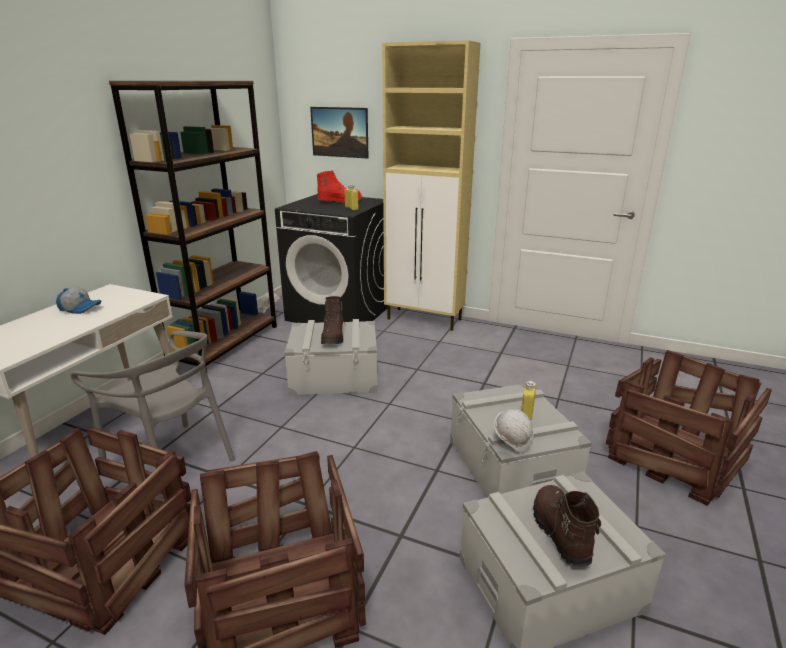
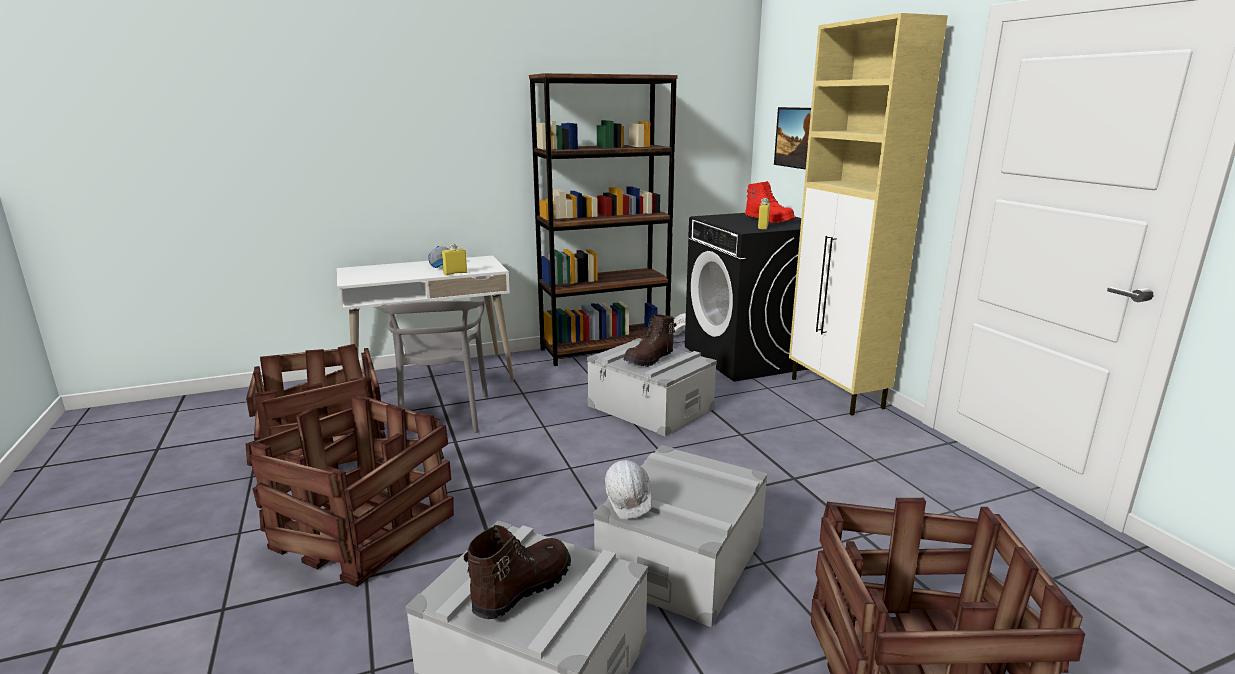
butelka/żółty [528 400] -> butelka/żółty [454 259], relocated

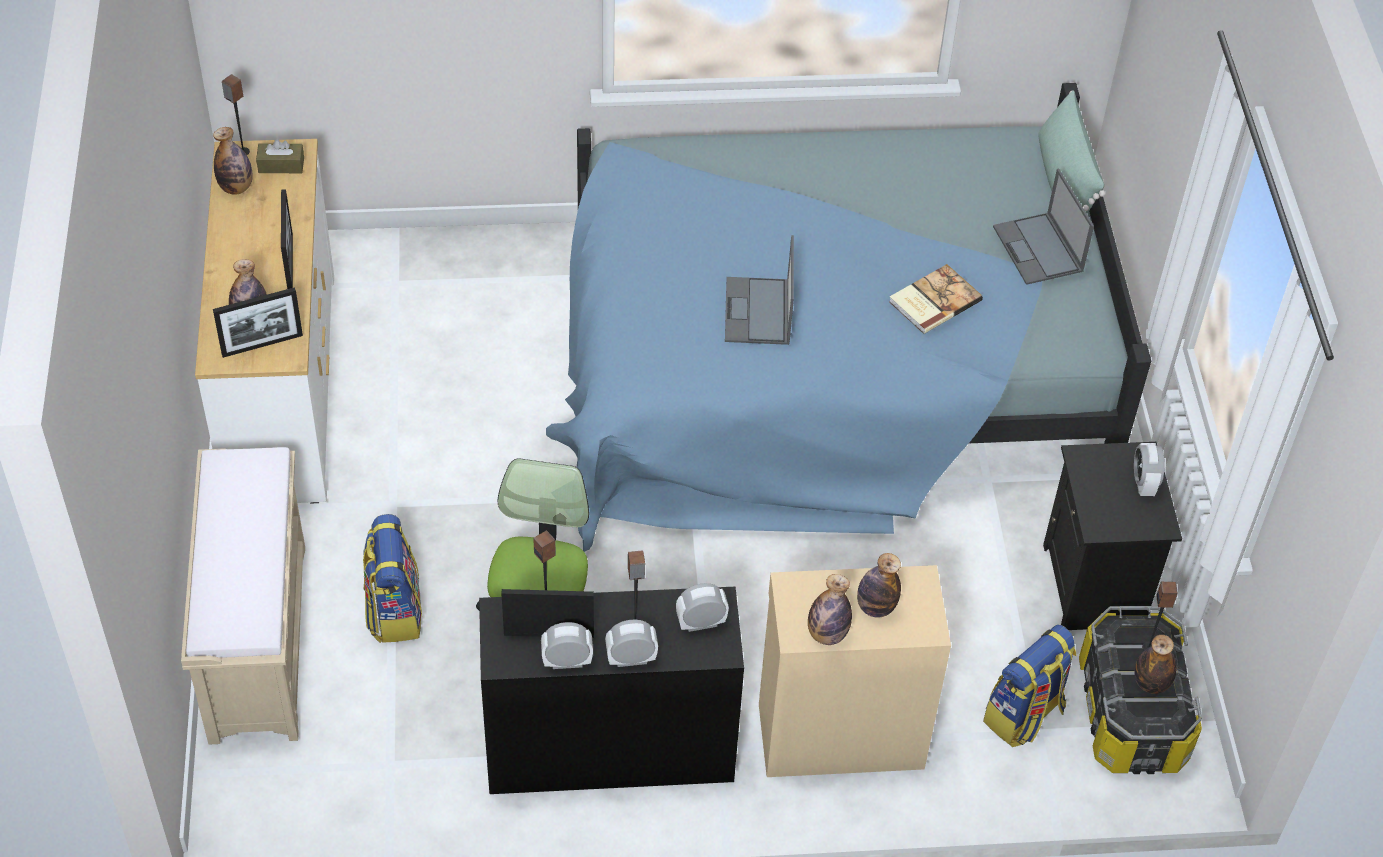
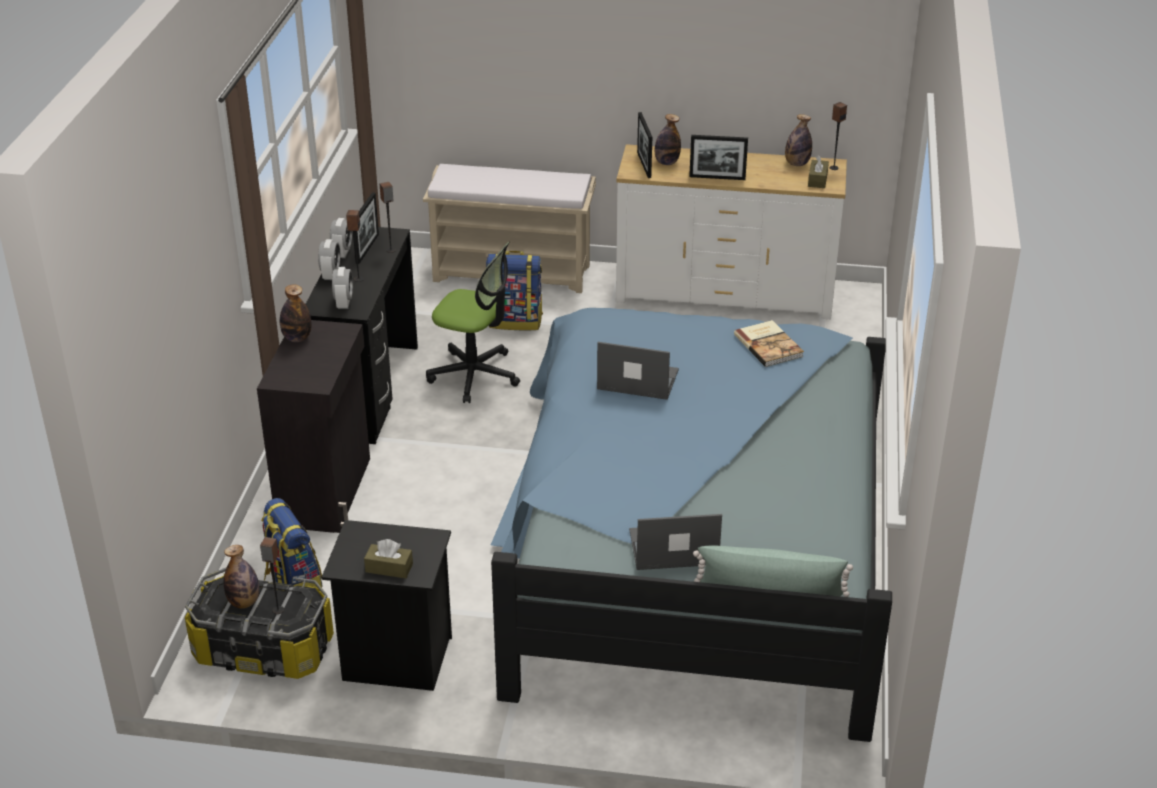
szafka/beżowy [855 671] -> szafka/czarny [313 426]
budzik [1149 469] -> pudełko chusteczek/brązowy [388 558]
książka [936 299] -> książka [769 343], relocated
butelka [879 585] -> none

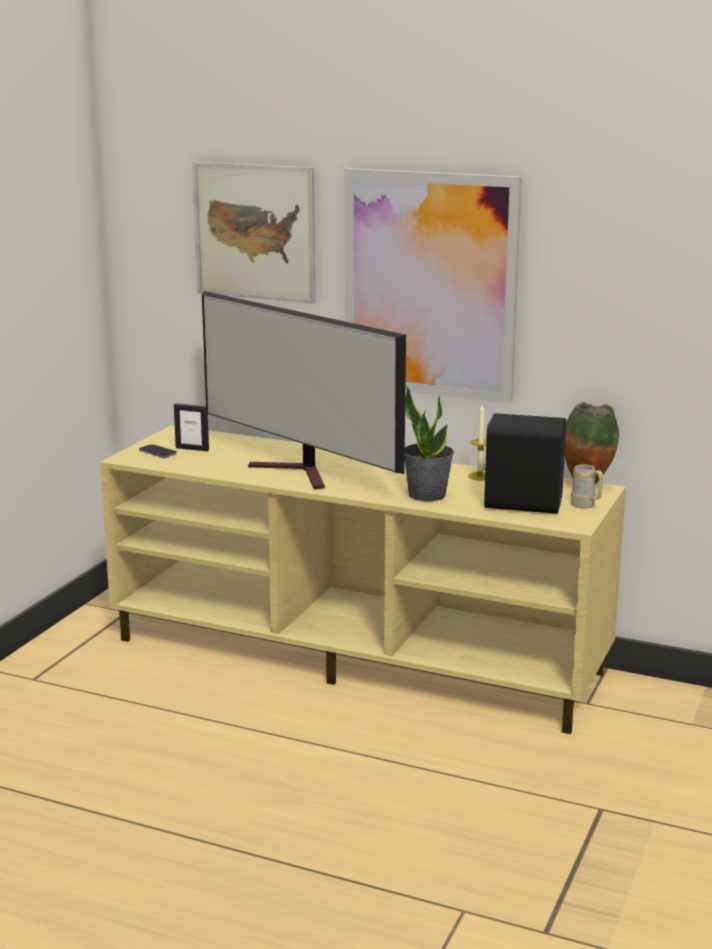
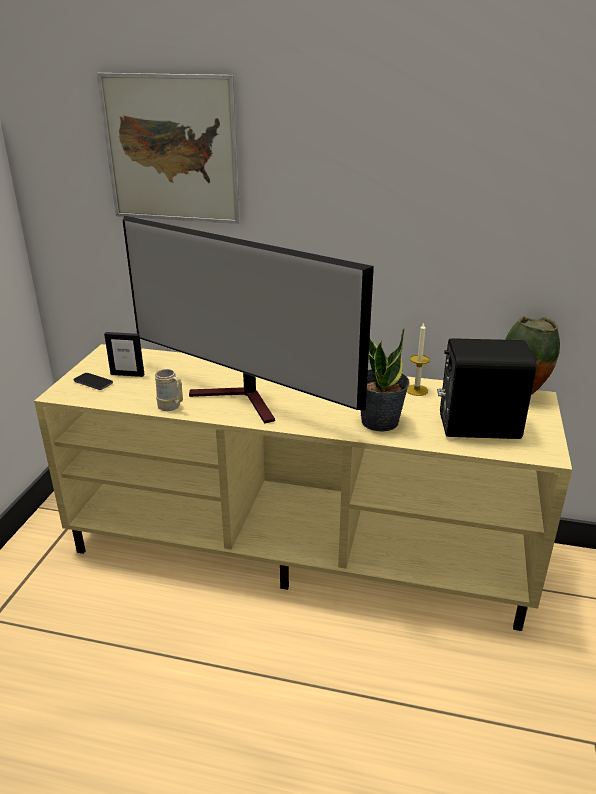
kubek/beżowy [587 486] -> kubek/beżowy [169 390], relocated
obraz [433 285] -> none

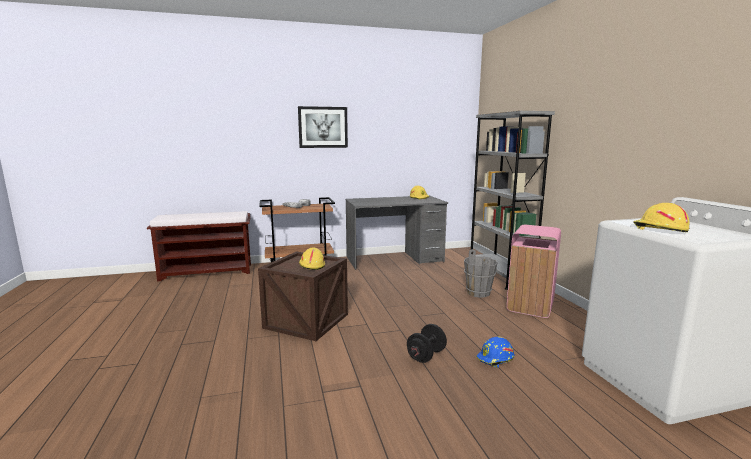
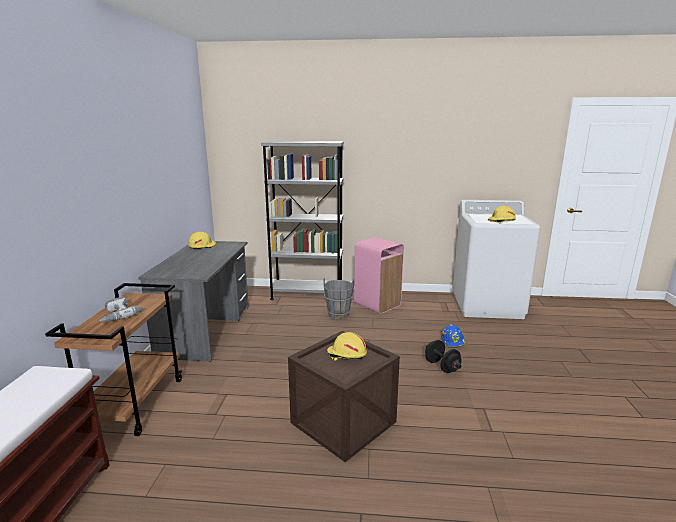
obraz [323 127] -> none

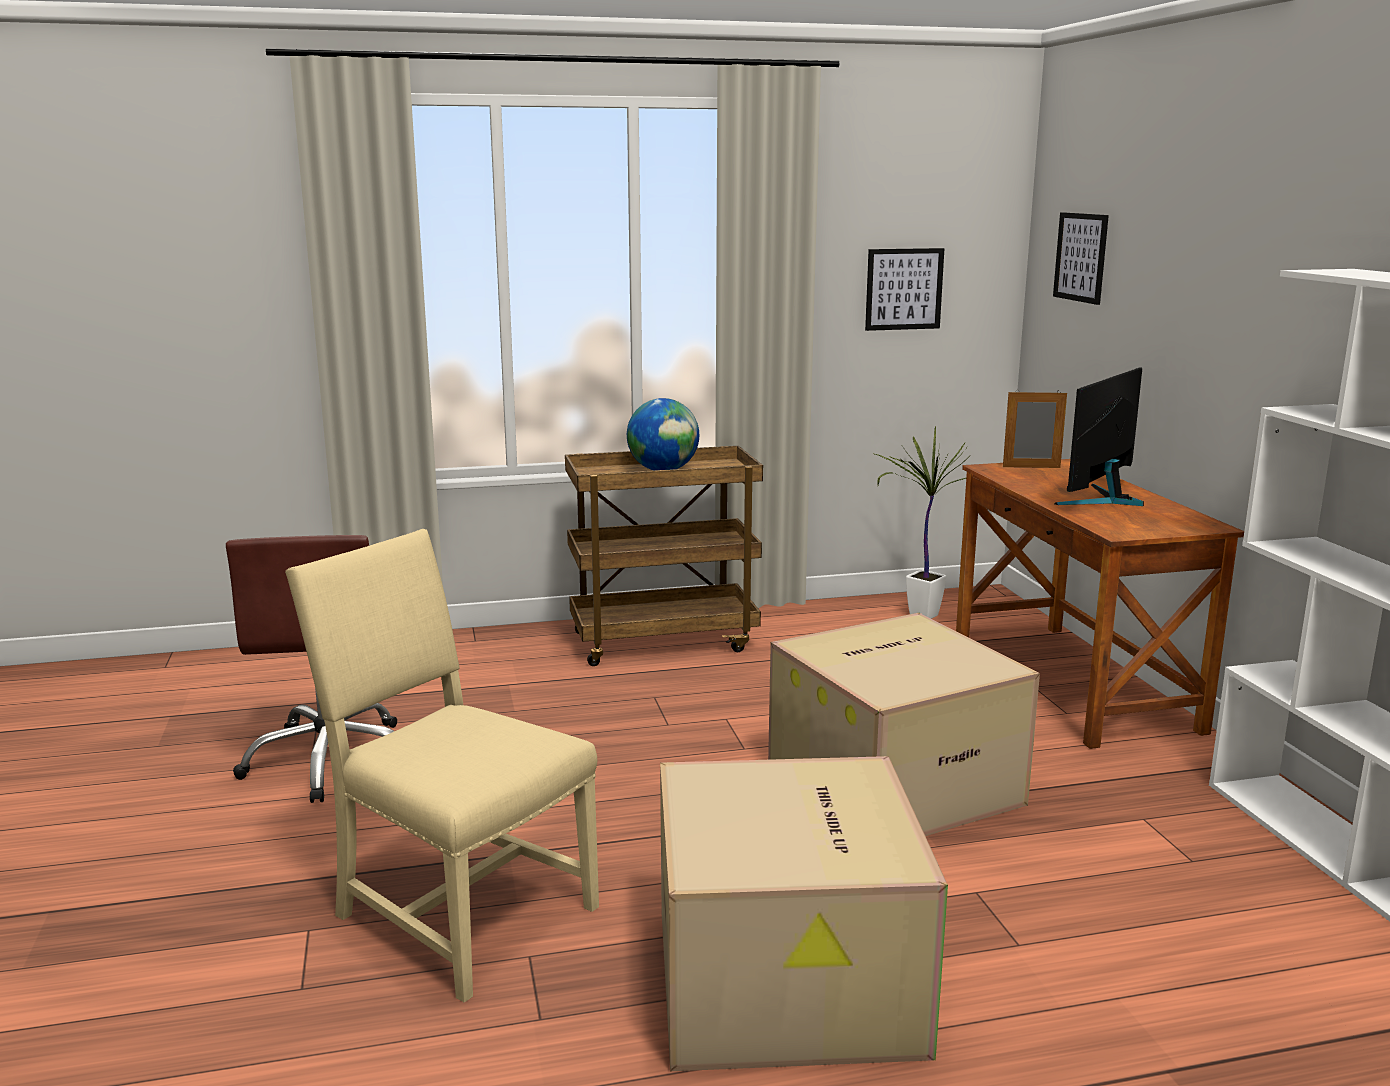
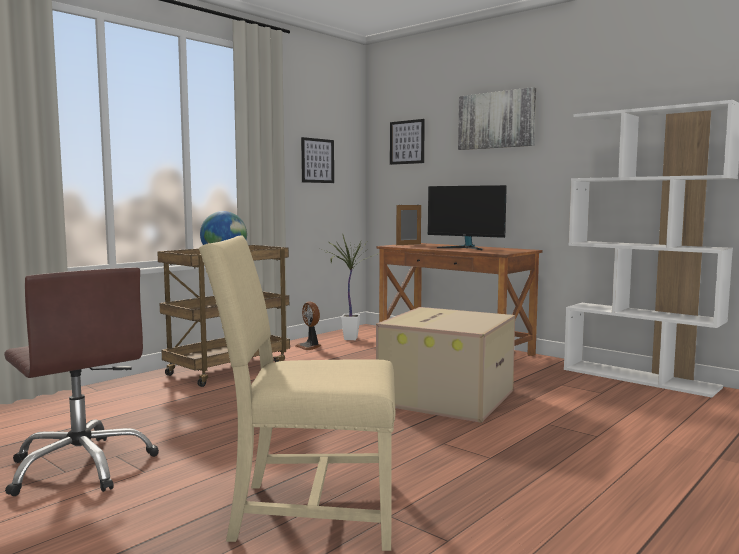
none -> wentylator [308 325]
monitor [1099 436] -> monitor [467 217], 60 degrees counterclockwise
none -> obraz [497 118]
karton [804 913] -> none

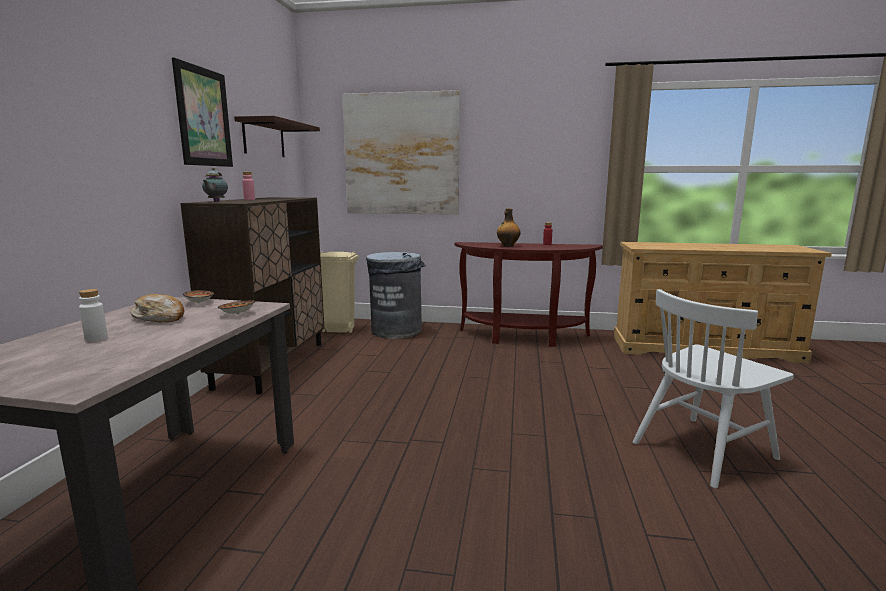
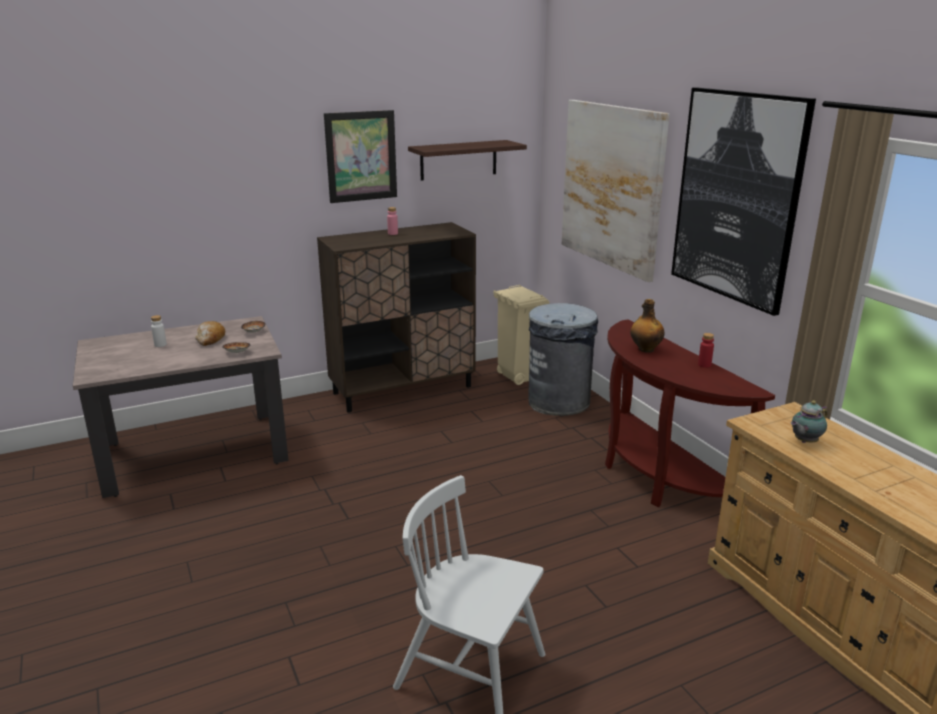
none -> obraz [743 201]
imbryk [215 185] -> imbryk [809 421], relocated

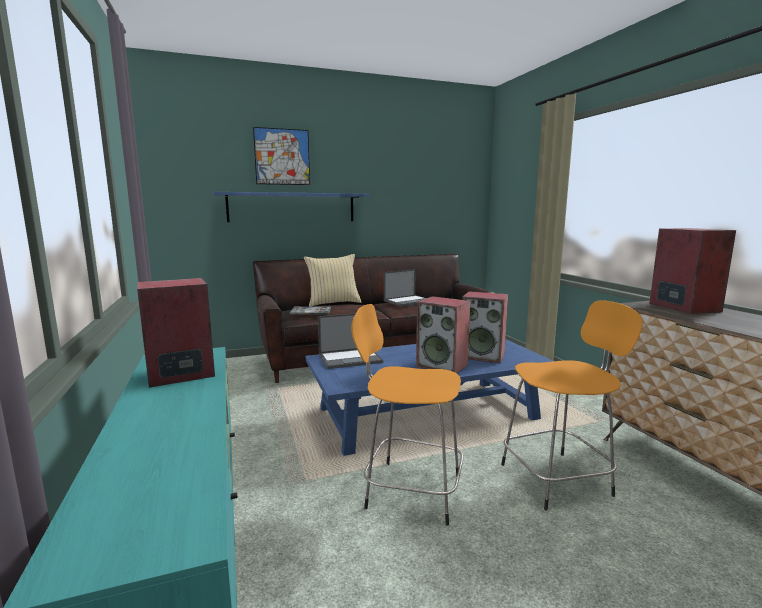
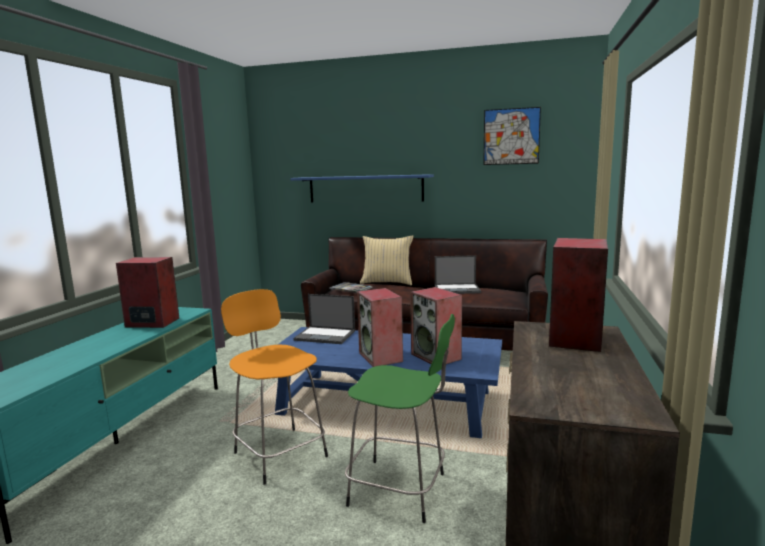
stołek/pomarańczowy [572 405] -> stołek/zielony [400 418]
obraz [281 156] -> obraz [512 136], relocated

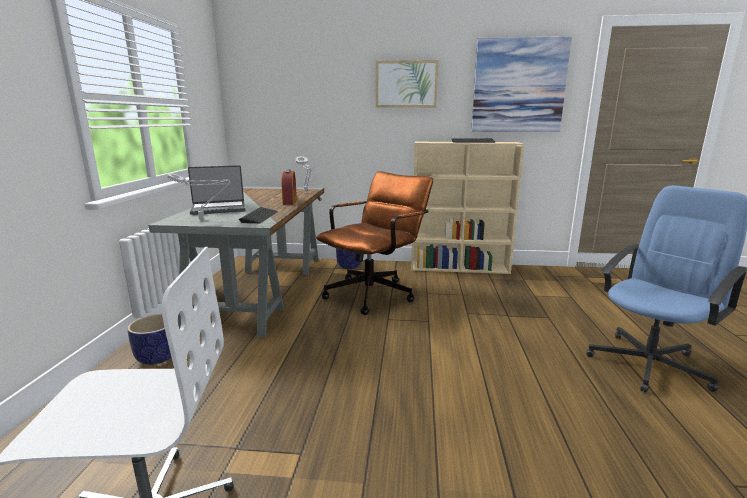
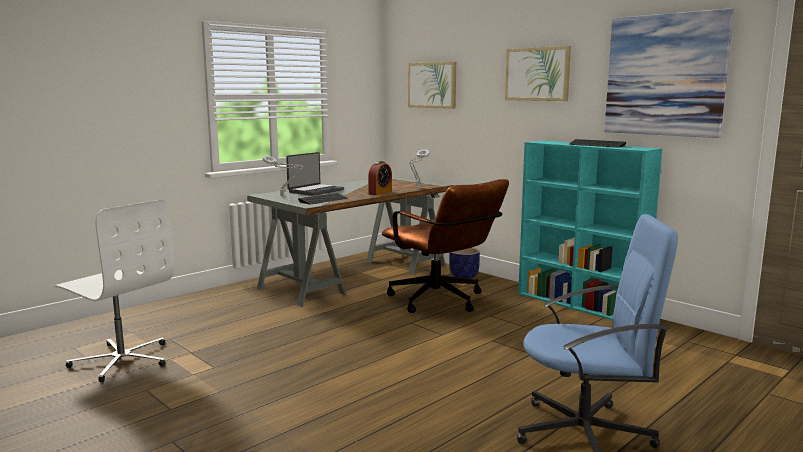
laptop [217 190] -> laptop [315 174], 75 degrees counterclockwise
krzesło biurowe/brązowy [374 243] -> krzesło biurowe/brązowy [445 246], 60 degrees clockwise
none -> obraz [432 85]
regał/beżowy [467 208] -> regał/turkusowy [590 230]
donica [149 339] -> none

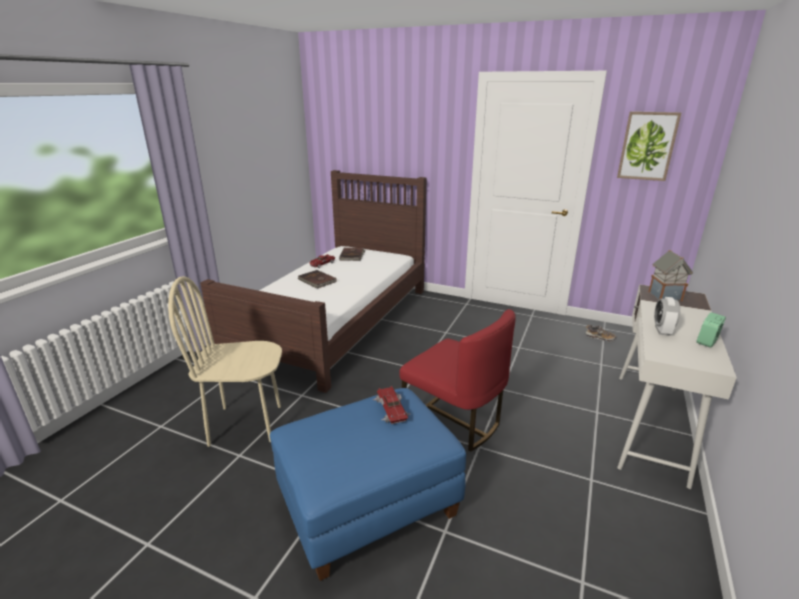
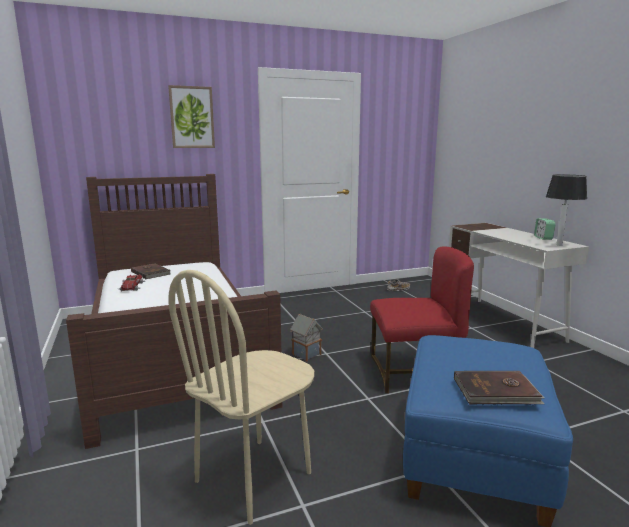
obraz [649 146] -> obraz [191 116], relocated
domek [671 275] -> domek [306 337], relocated
książka/brązowy [317 279] -> książka/brązowy [499 387], relocated
none -> lampa stołowa [566 210]
samochodzik [391 405] -> none
budzik [667 316] -> none

